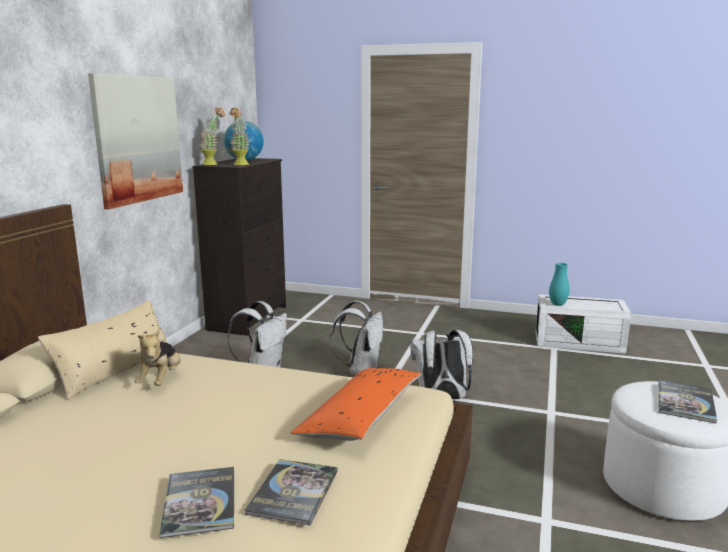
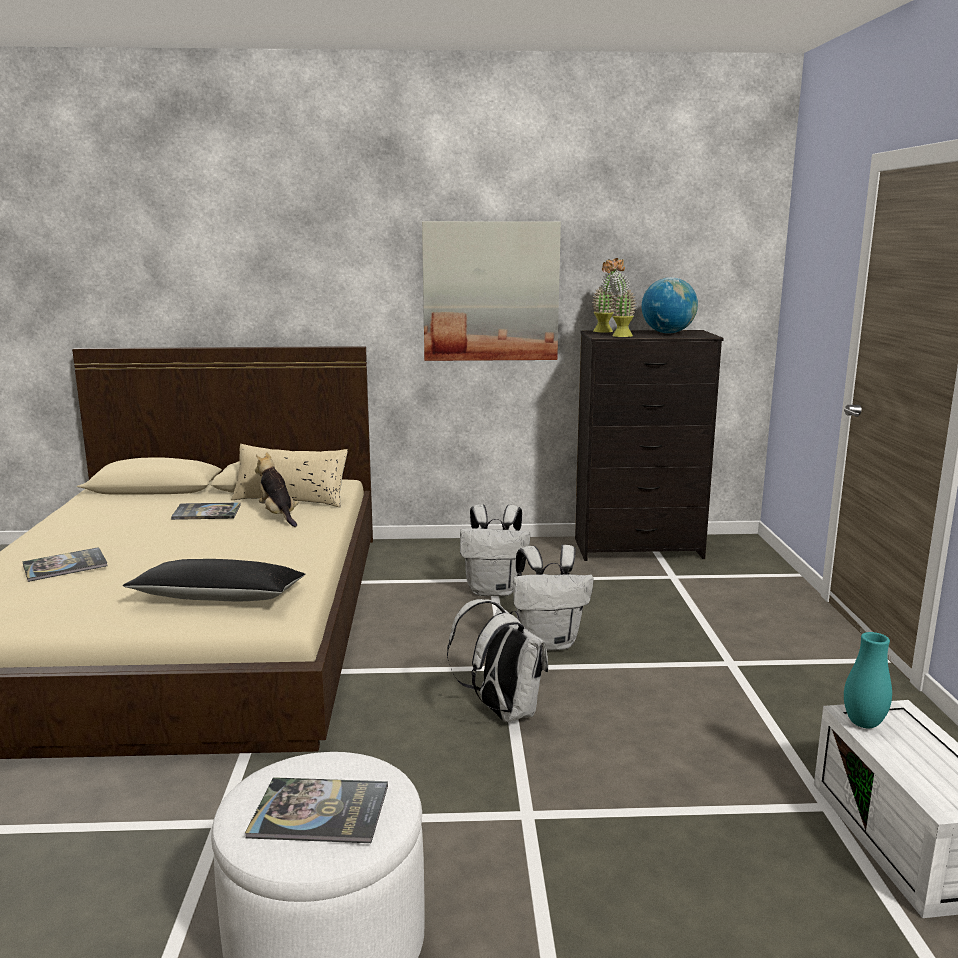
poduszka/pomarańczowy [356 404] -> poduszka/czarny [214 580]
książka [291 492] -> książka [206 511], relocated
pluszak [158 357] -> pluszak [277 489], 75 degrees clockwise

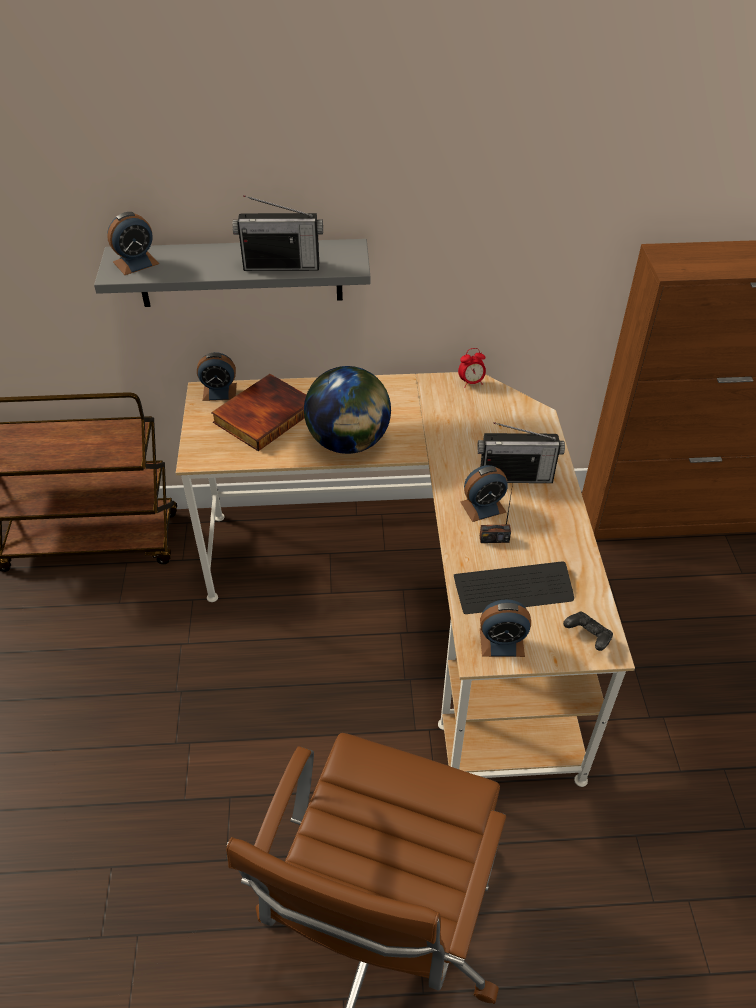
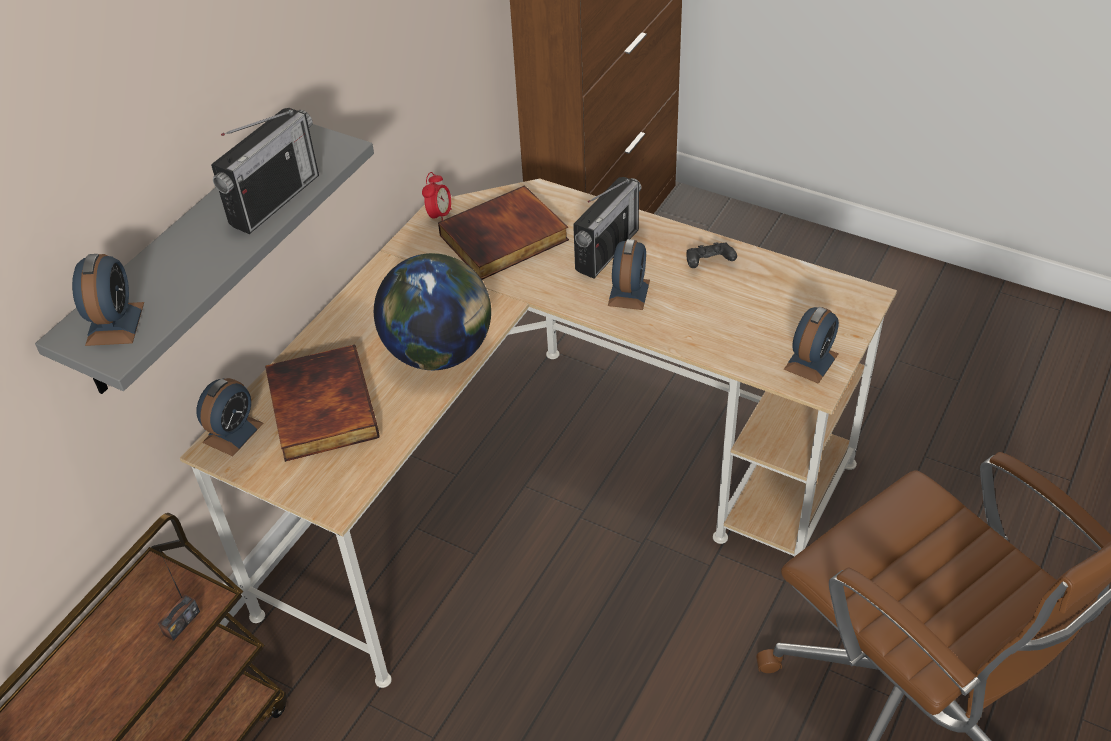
radio [496 513] -> radio [179 595], relocated
none -> książka [503 232]
pad do gier/czarny [588 631] -> pad do gier/czarny [711 255], relocated
klawiatura [514 588] -> none

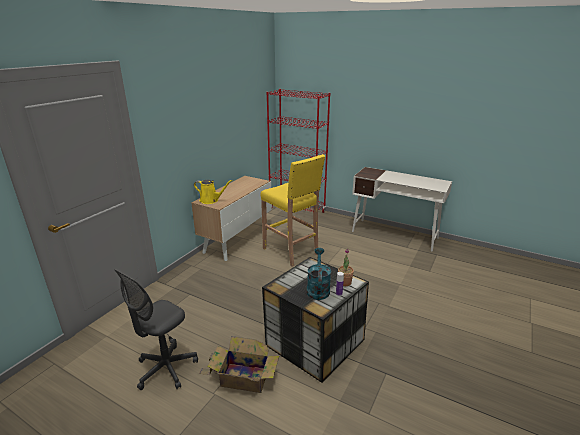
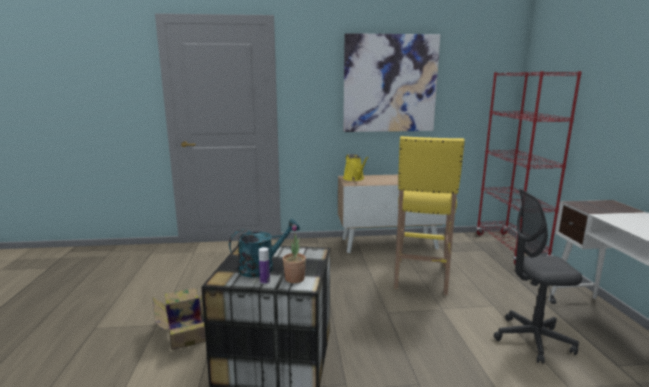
none -> obraz [391 82]
krzesło biurowe/szary [156 329] -> krzesło biurowe/szary [538 276], relocated

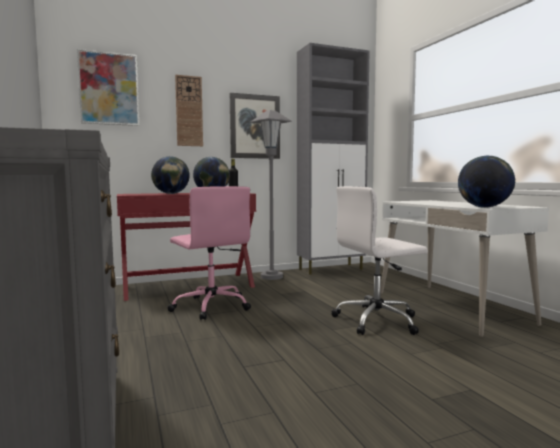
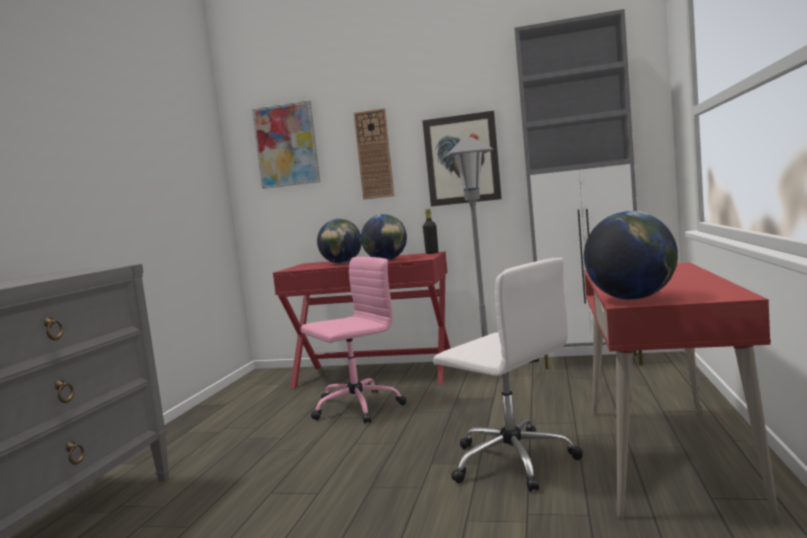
krzesło biurowe/różowy [209 253] -> krzesło biurowe/różowy [354 340], 120 degrees counterclockwise
krzesło biurowe/biały [379 260] -> krzesło biurowe/biały [508 374], 150 degrees counterclockwise
biurko/biały [465 268] -> biurko/czerwony [682 392]

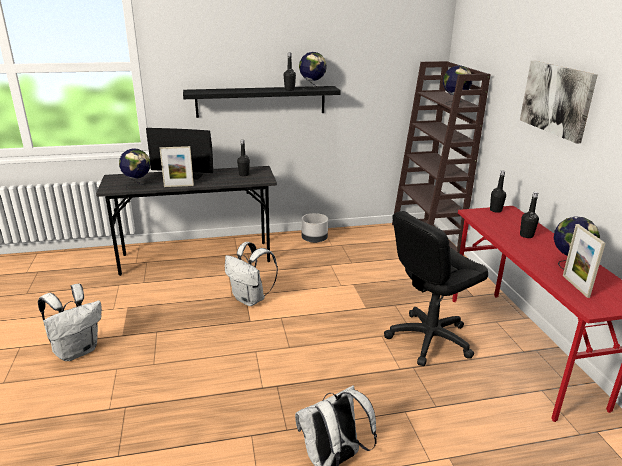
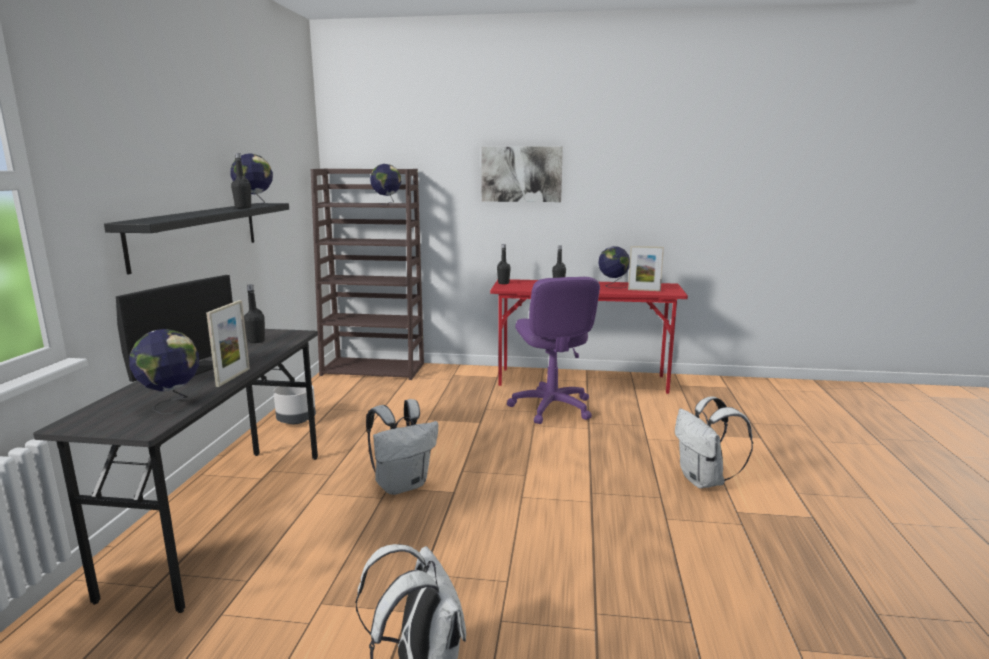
krzesło biurowe/czarny [436 288] -> krzesło biurowe/fioletowy [553 350]

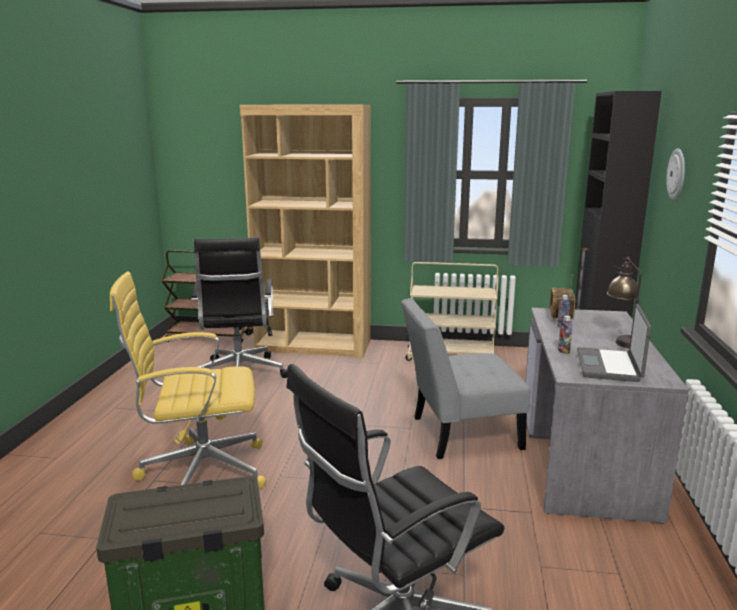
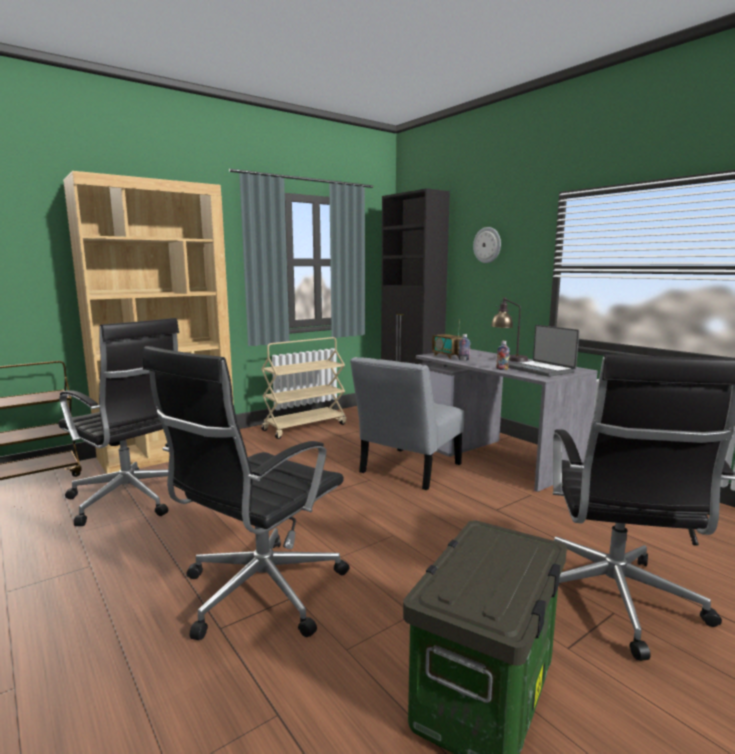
krzesło biurowe/żółty [188 380] -> krzesło biurowe/czarny [246 493]

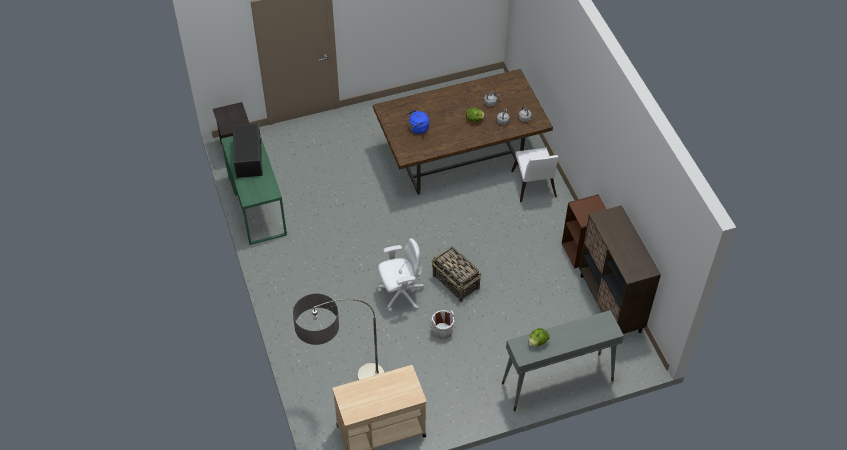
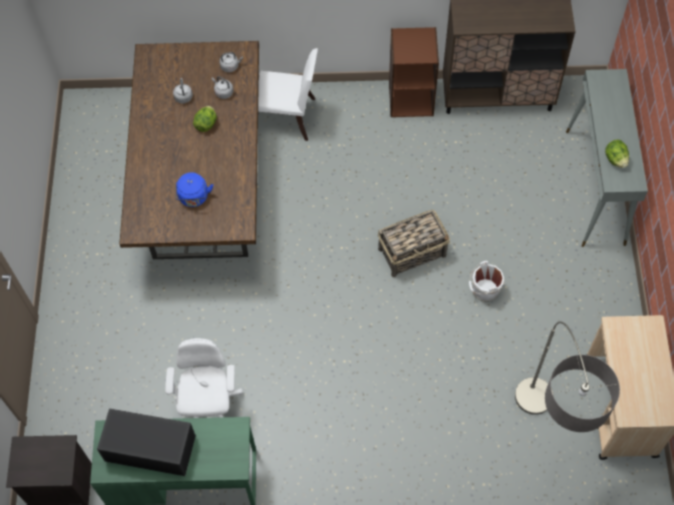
krzesło biurowe/biały [401 275] -> krzesło biurowe/biały [204 378], relocated

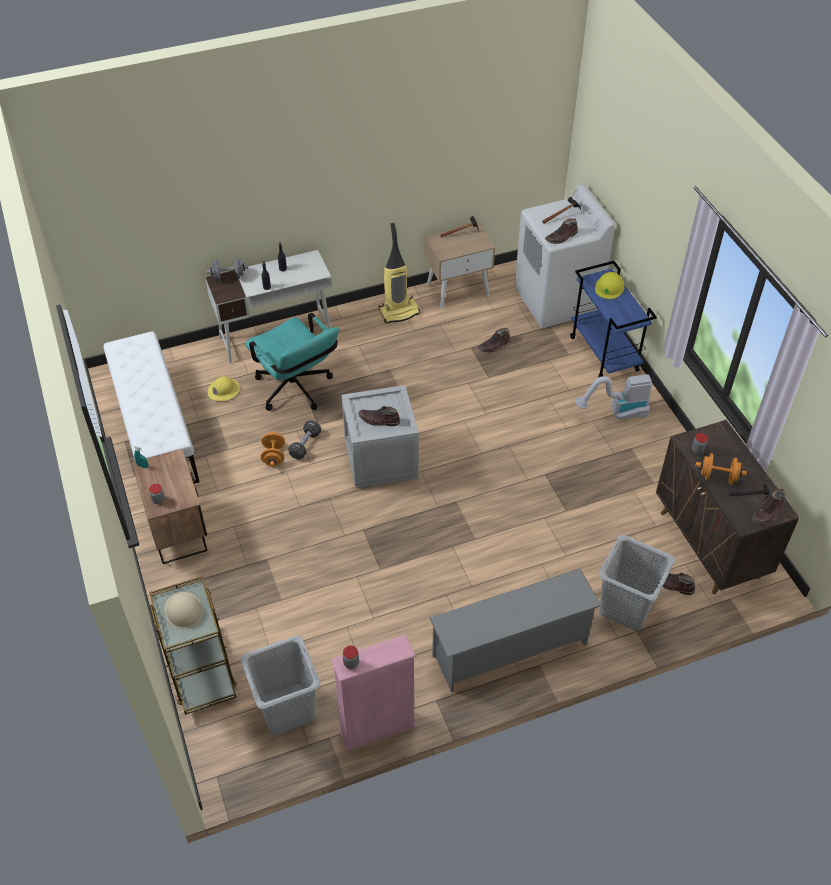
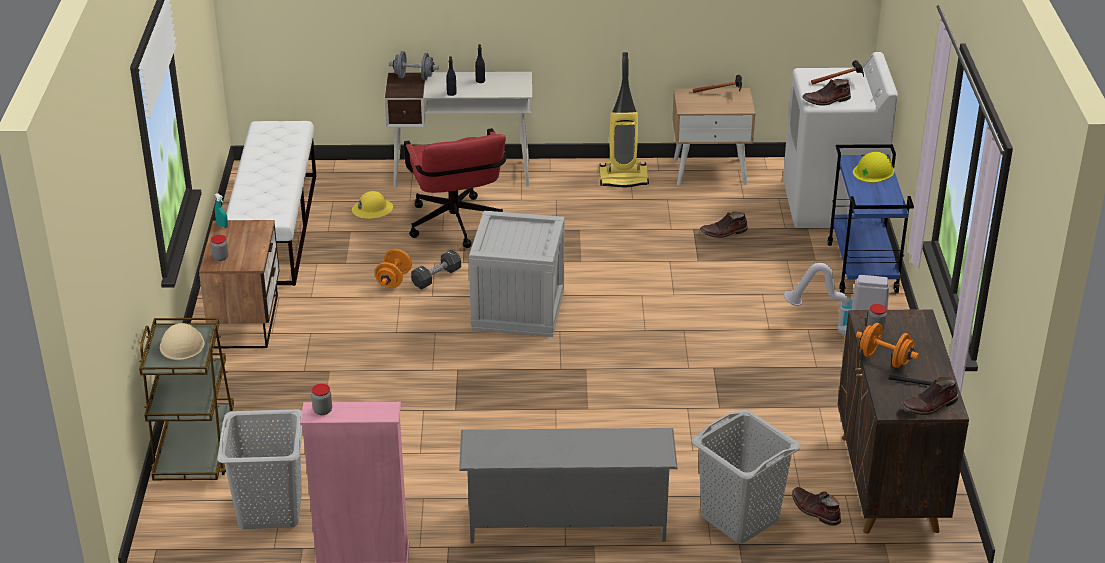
krzesło biurowe/turkusowy [292 362] -> krzesło biurowe/czerwony [455 188]
but z cholewką/brązowy [379 416] -> none

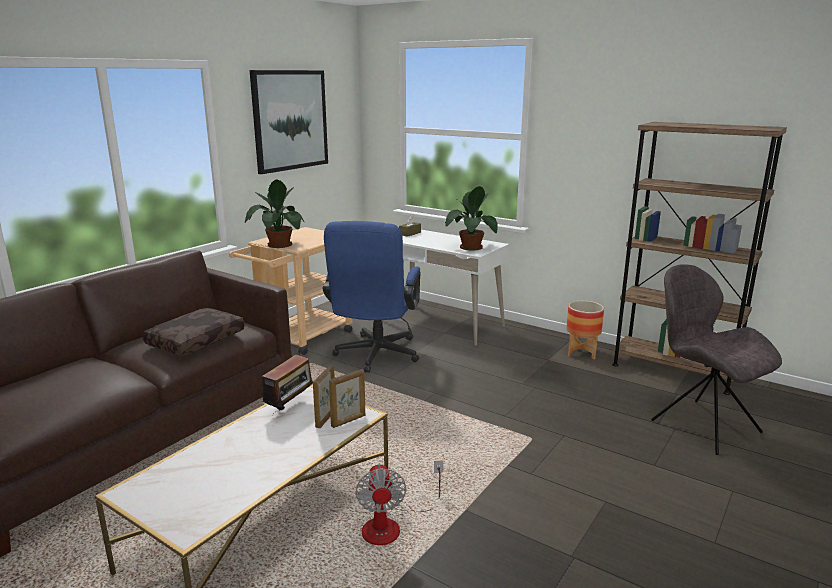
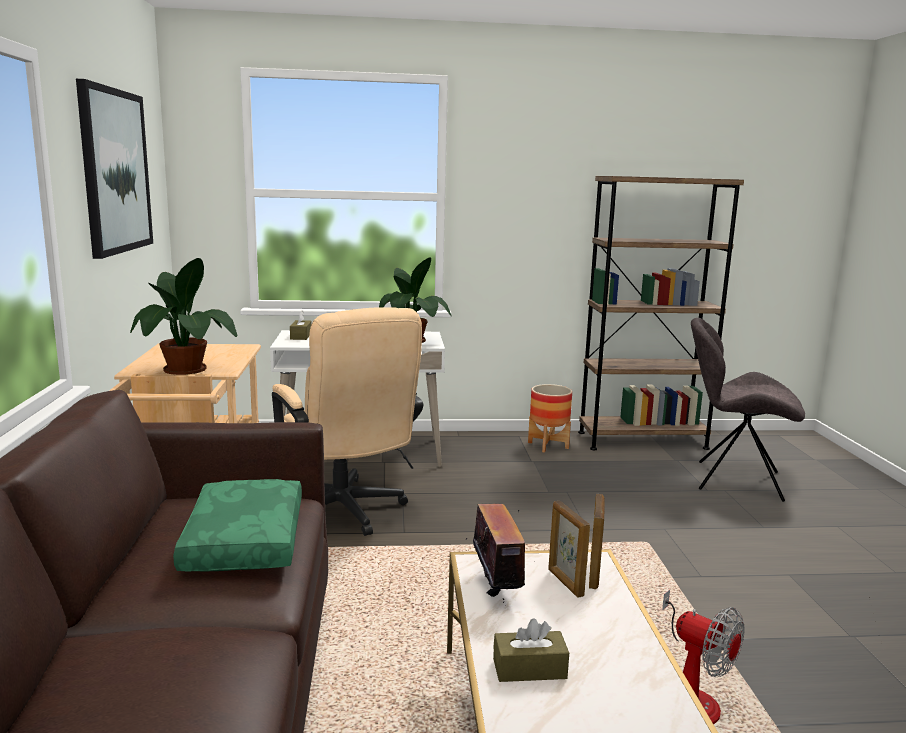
poduszka/brązowy [194 332] -> poduszka/zielony [237 525]
krzesło biurowe/niebieski [372 297] -> krzesło biurowe/beżowy [347 421]
none -> pudełko chusteczek/brązowy [531 650]

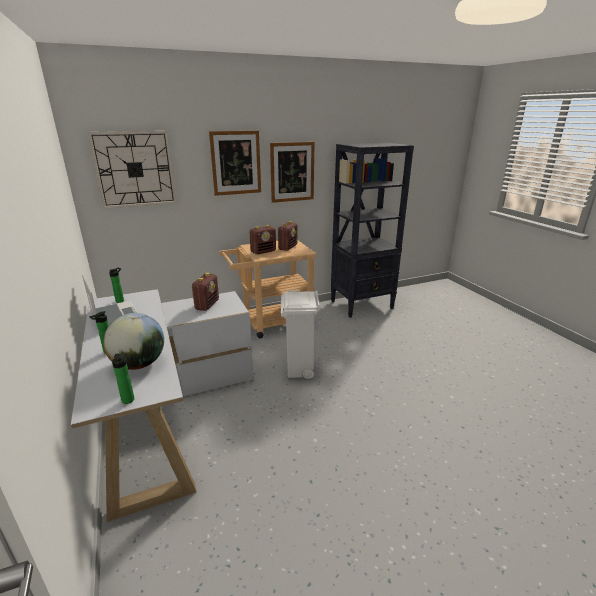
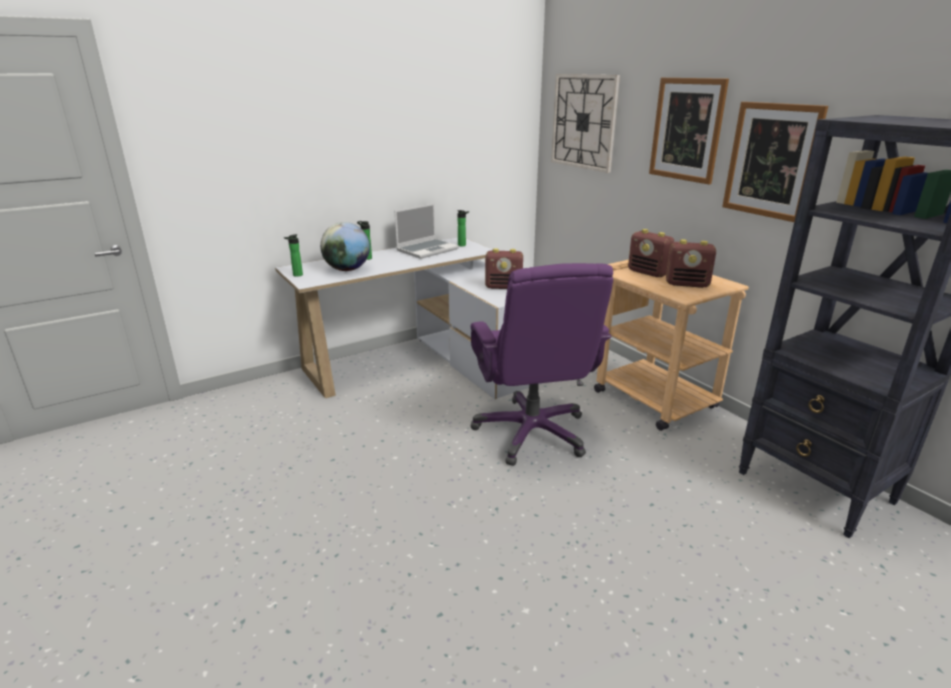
kosz na śmieci/biały [300 334] -> krzesło biurowe/fioletowy [541 364]

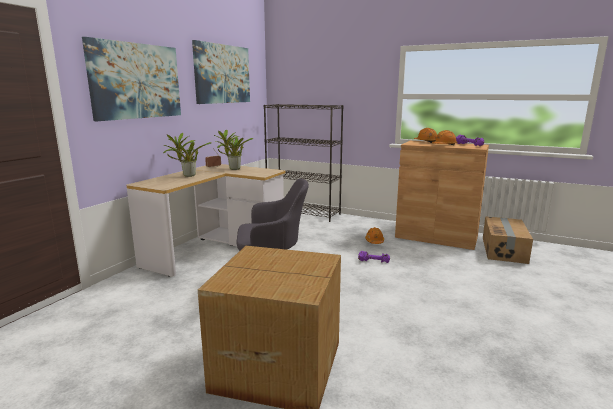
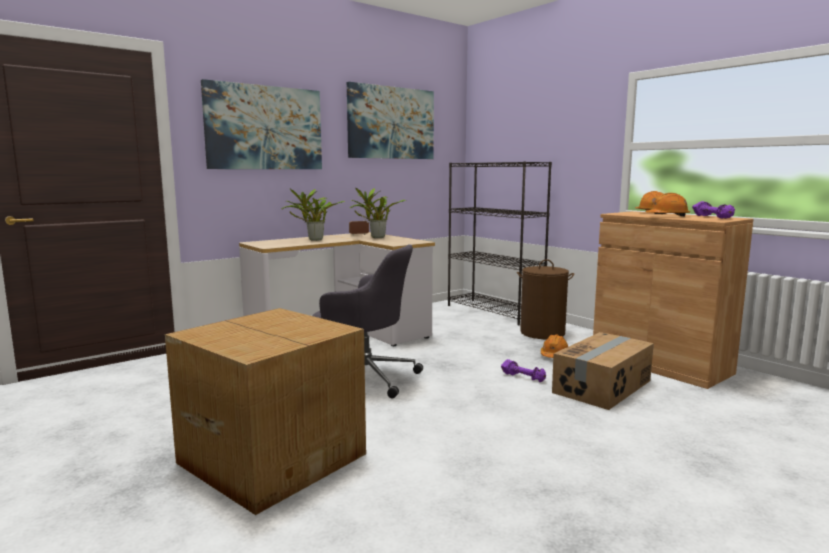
none -> kosz na pranie/brązowy [545 299]
karton [508 240] -> karton [603 371], relocated

